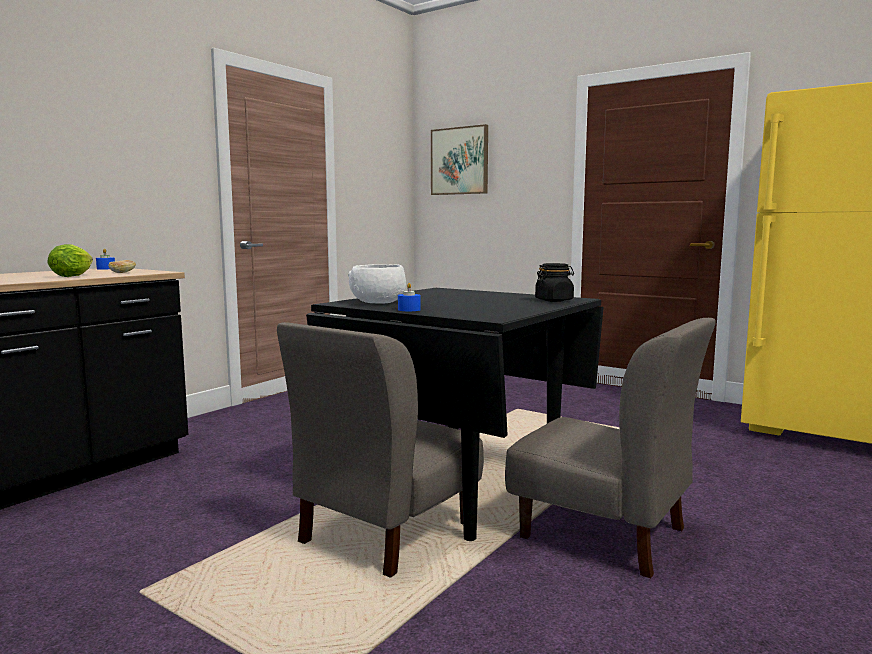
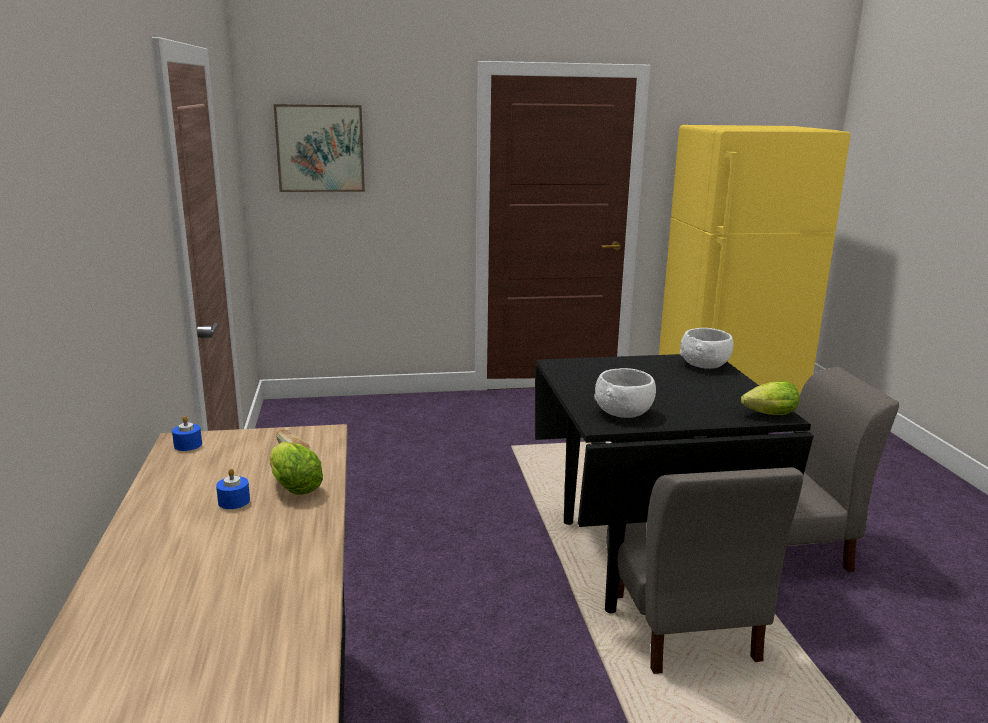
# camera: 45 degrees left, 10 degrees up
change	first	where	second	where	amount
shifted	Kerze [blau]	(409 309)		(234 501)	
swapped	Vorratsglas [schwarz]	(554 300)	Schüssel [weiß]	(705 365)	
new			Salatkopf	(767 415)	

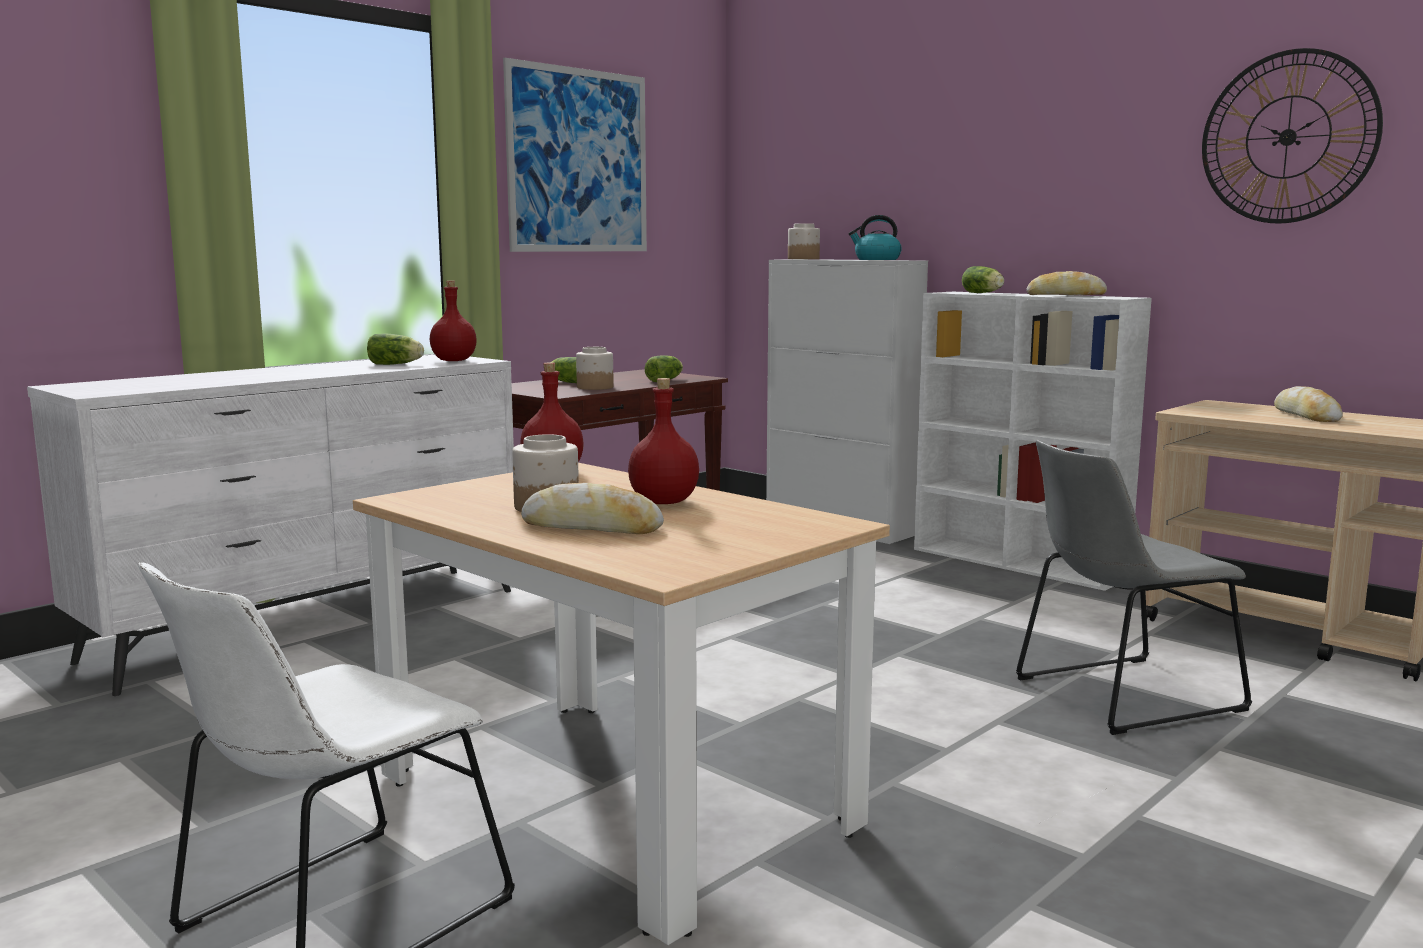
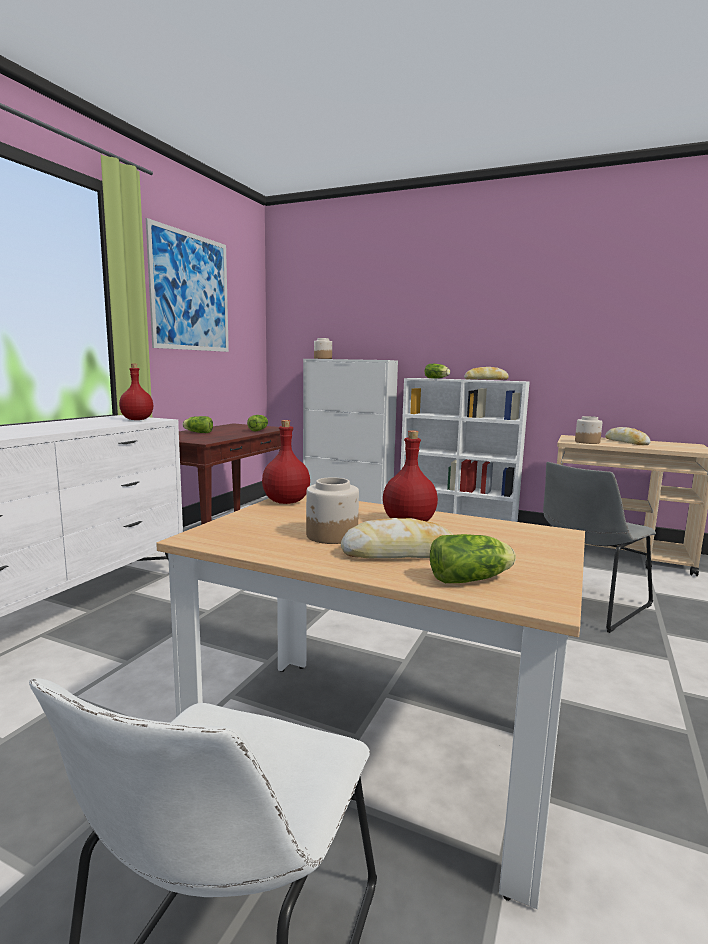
# camera: 20 degrees left, 0 degrees up
change	first	where	second	where	amount
shifted	Salatkopf	(396 364)		(472 579)	
shifted	Vorratsglas	(594 387)		(587 442)	
gone	Wasserkessel	(876 259)			
gone	Wanduhr	(1288 137)			

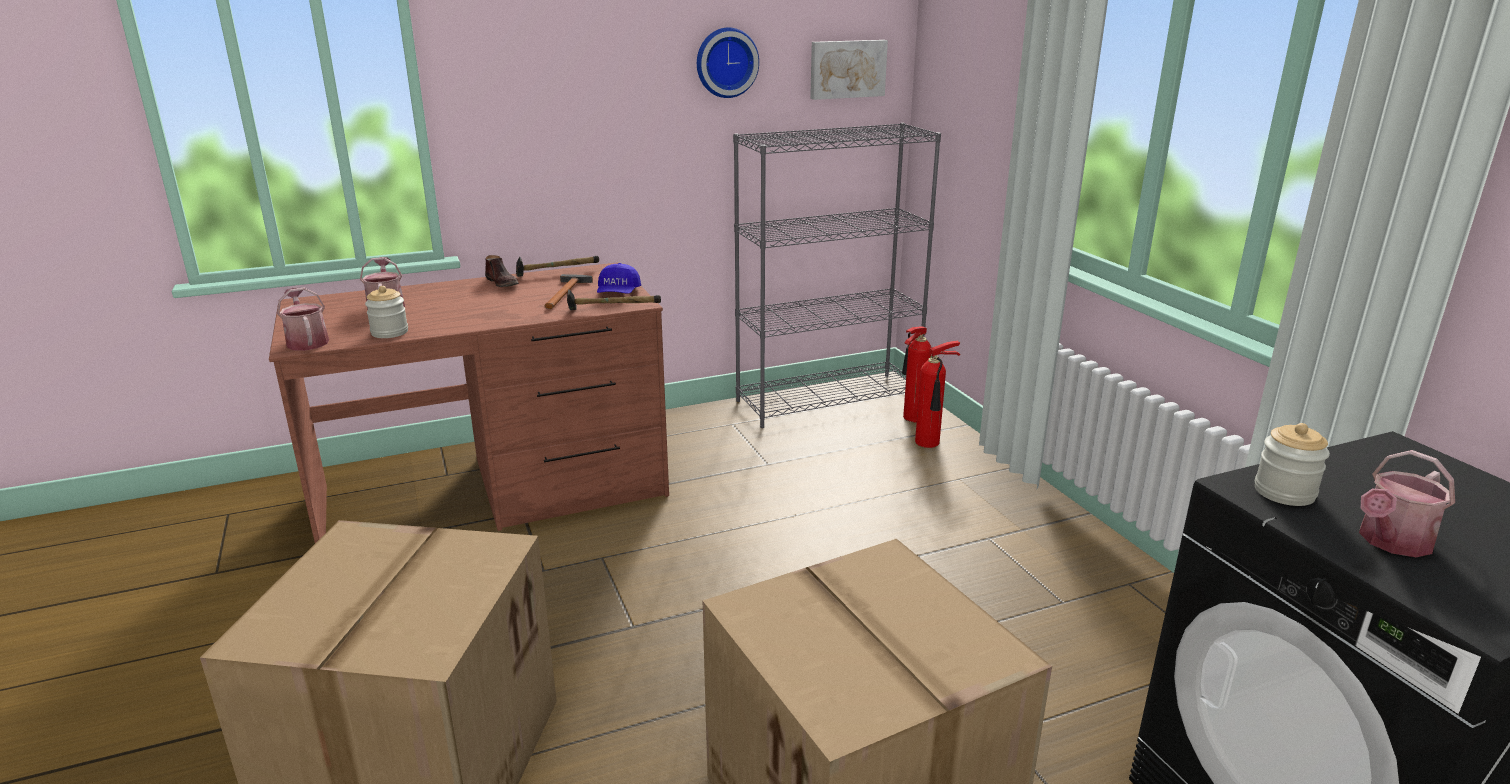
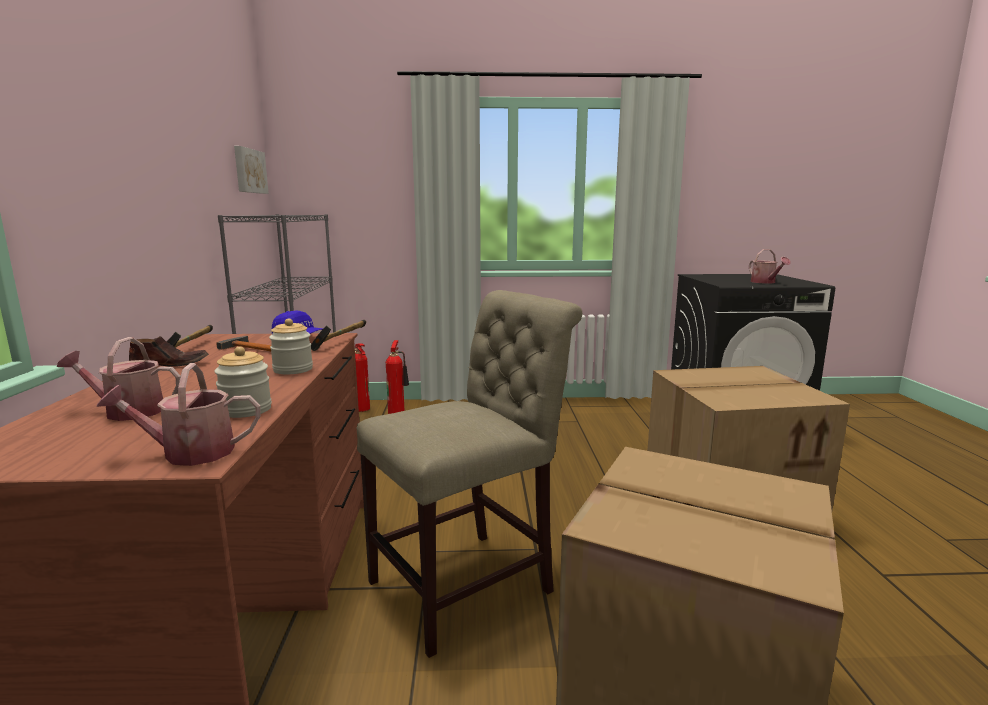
# camera: 70 degrees left, 10 degrees down
change	first	where	second	where	amount
gone	Wanduhr	(725 62)			
shifted	Vorratsglas	(1284 492)		(293 369)	
new			Stuhl [beige]	(470 583)	

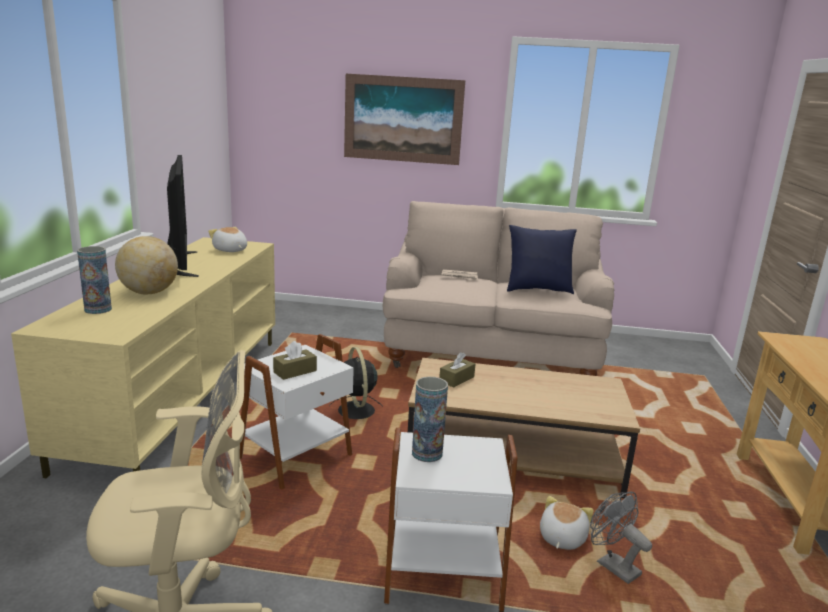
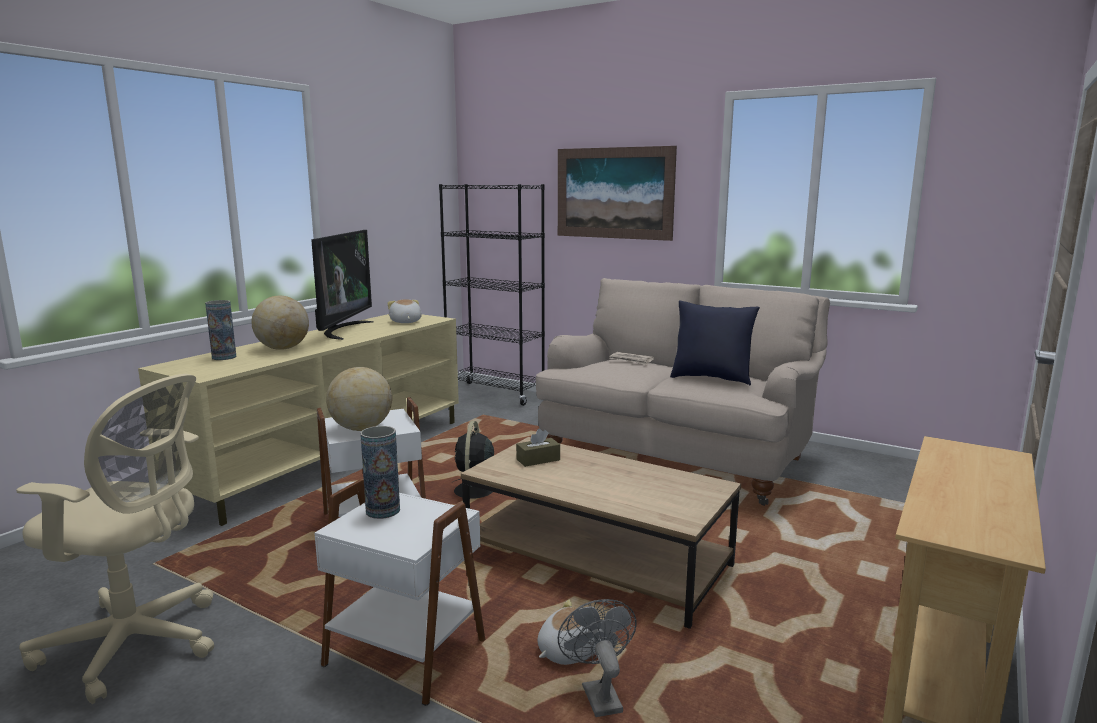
# camera: 25 degrees right, 5 degrees down
change	first	where	second	where	amount
swapped	Taschentuchbox [braun]	(295 371)	Globus	(361 428)	
new			Bücherregal [schwarz]	(495 394)	

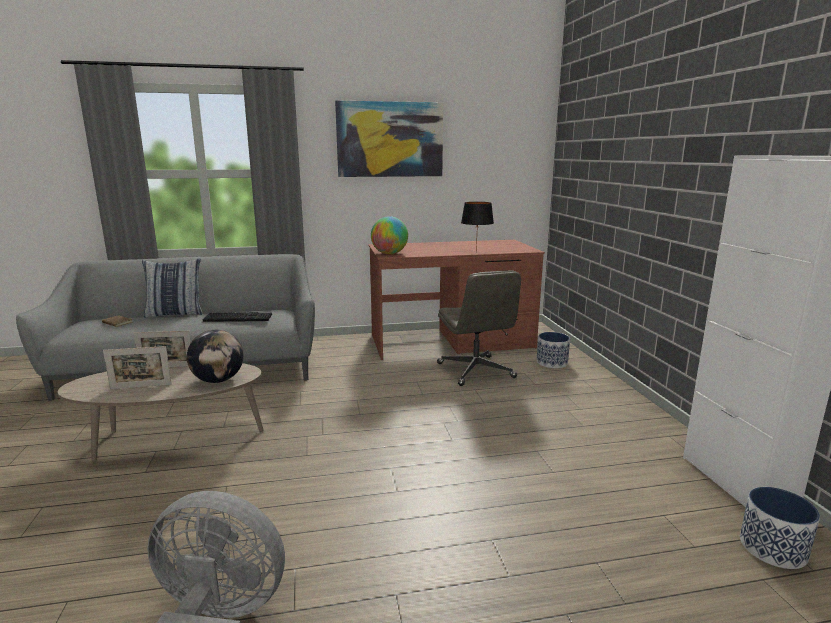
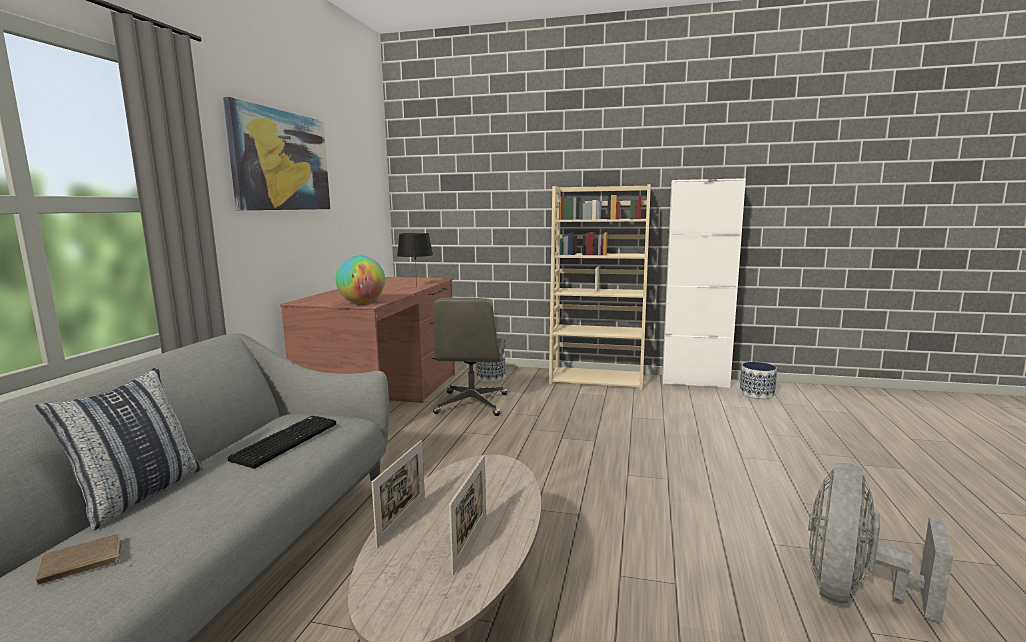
# camera: 65 degrees left, 5 degrees down
change	first	where	second	where	amount
gone	Globus	(218 380)			
rotated	Bürostuhl [grau]	(476 371)		(472 404)	90 degrees clockwise
new			Bücherregal [beige]	(598 379)	

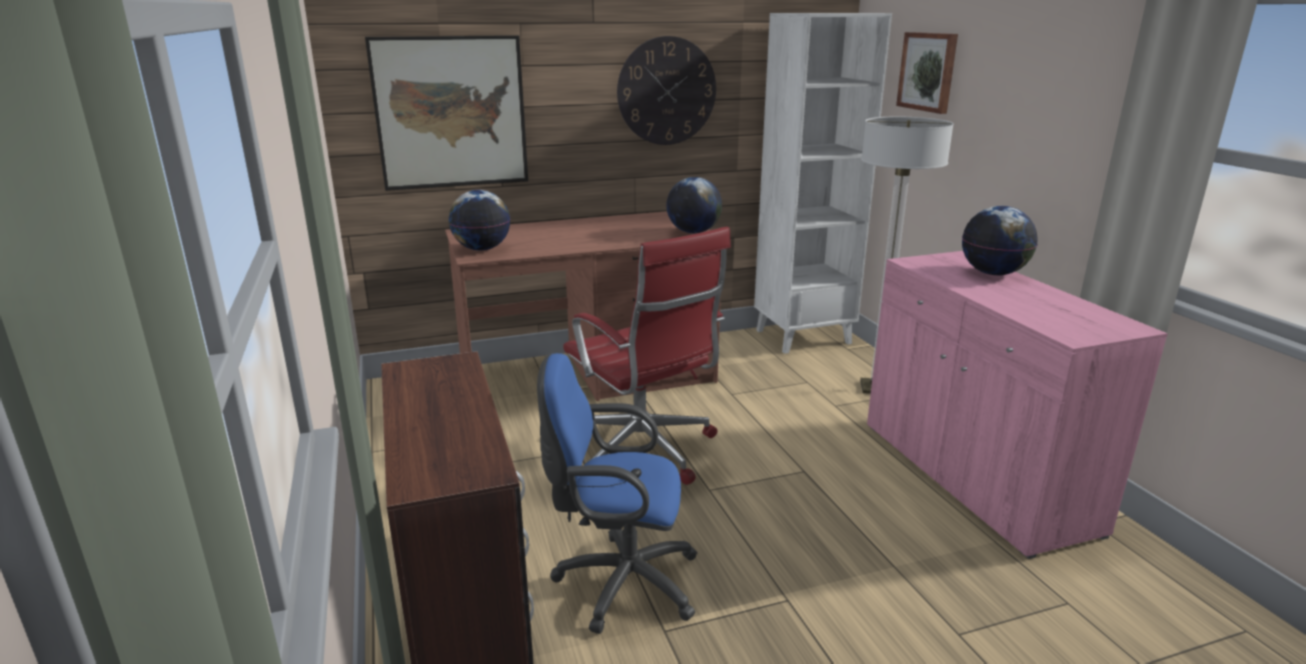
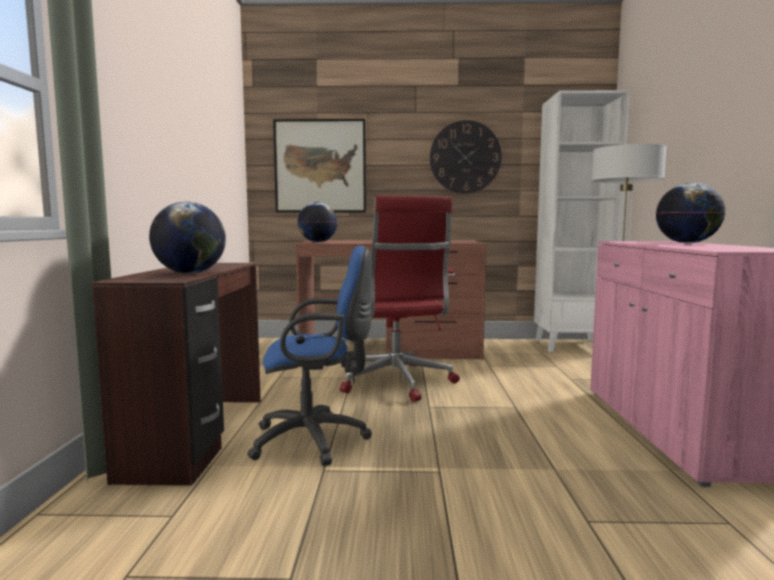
# camera: 20 degrees right, 15 degrees down
change	first	where	second	where	amount
rotated	Bürostuhl [blau]	(619 582)		(316 440)	150 degrees clockwise
shifted	Globus	(693 232)		(190 273)	
gone	Bild	(928 71)			

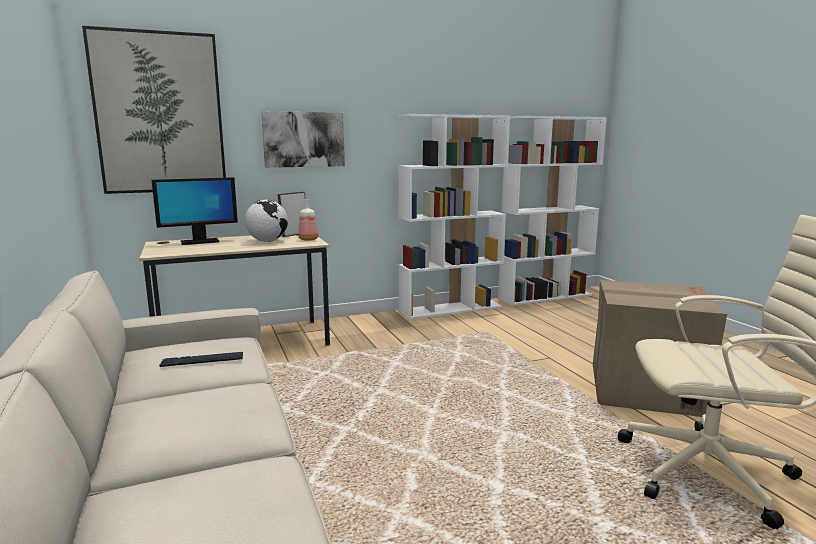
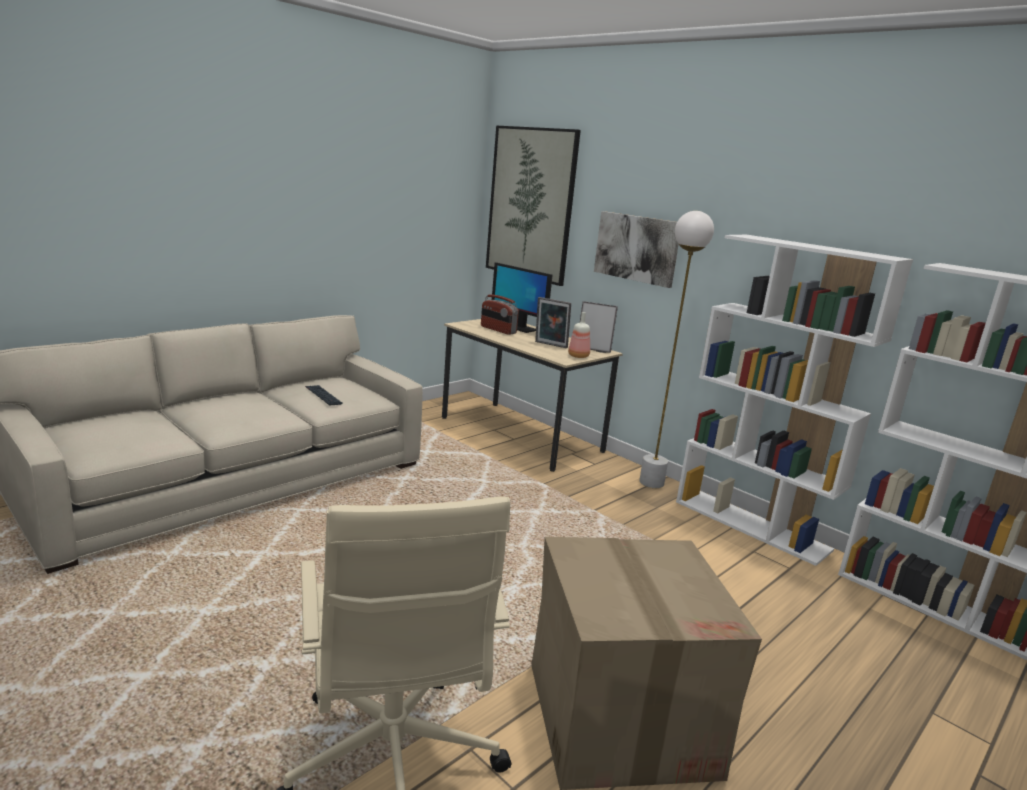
# camera: 65 degrees right, 5 degrees up
change	first	where	second	where	amount
swapped	Globus	(267 241)	Bilderrahmen	(550 345)	
new			Radio	(498 330)	
new			Stehlampe [weiß]	(651 483)	

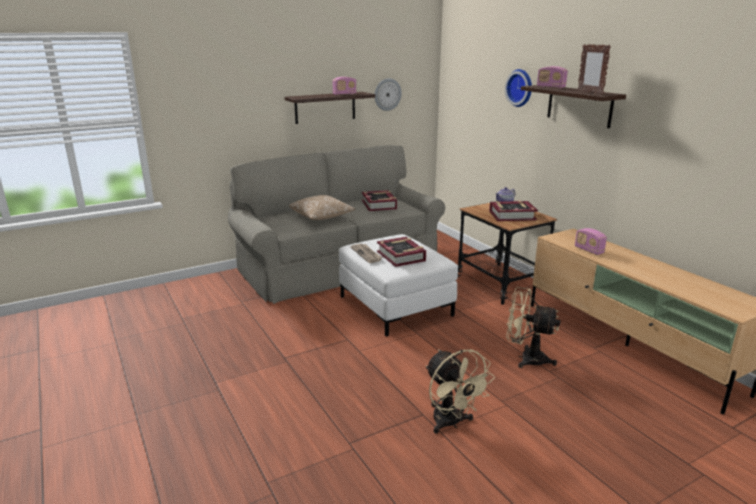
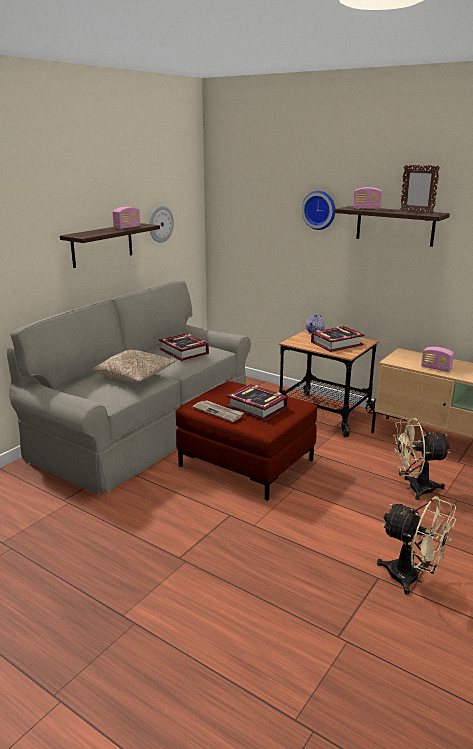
# camera: 25 degrees left, 0 degrees up
change	first	where	second	where	amount
repainted	Polsterhocker [weiß]	(396 306)	Polsterhocker [rot]	(247 463)	

